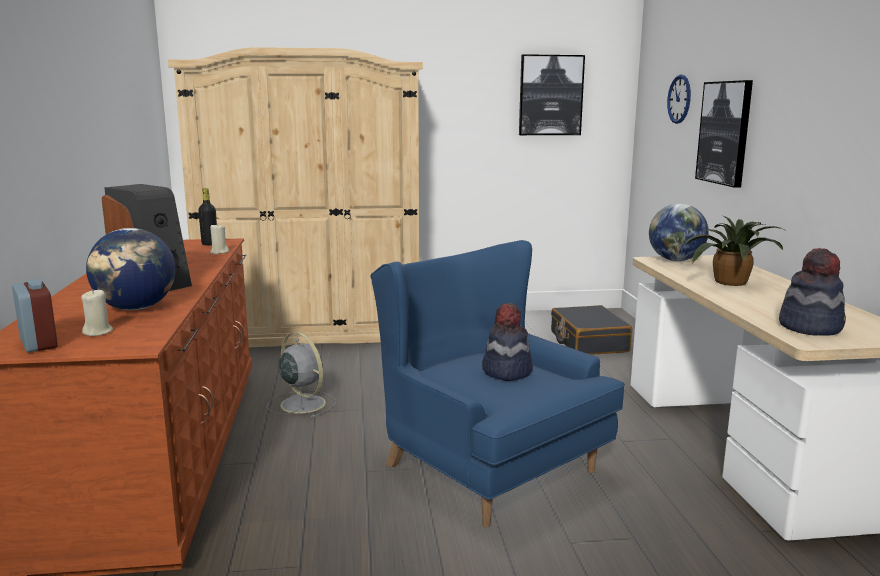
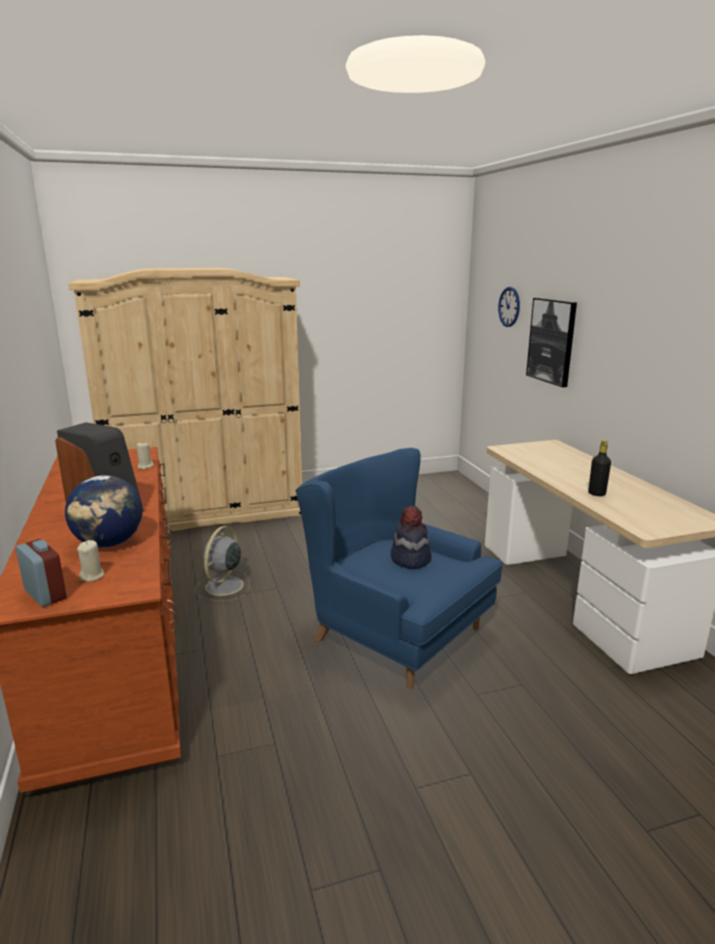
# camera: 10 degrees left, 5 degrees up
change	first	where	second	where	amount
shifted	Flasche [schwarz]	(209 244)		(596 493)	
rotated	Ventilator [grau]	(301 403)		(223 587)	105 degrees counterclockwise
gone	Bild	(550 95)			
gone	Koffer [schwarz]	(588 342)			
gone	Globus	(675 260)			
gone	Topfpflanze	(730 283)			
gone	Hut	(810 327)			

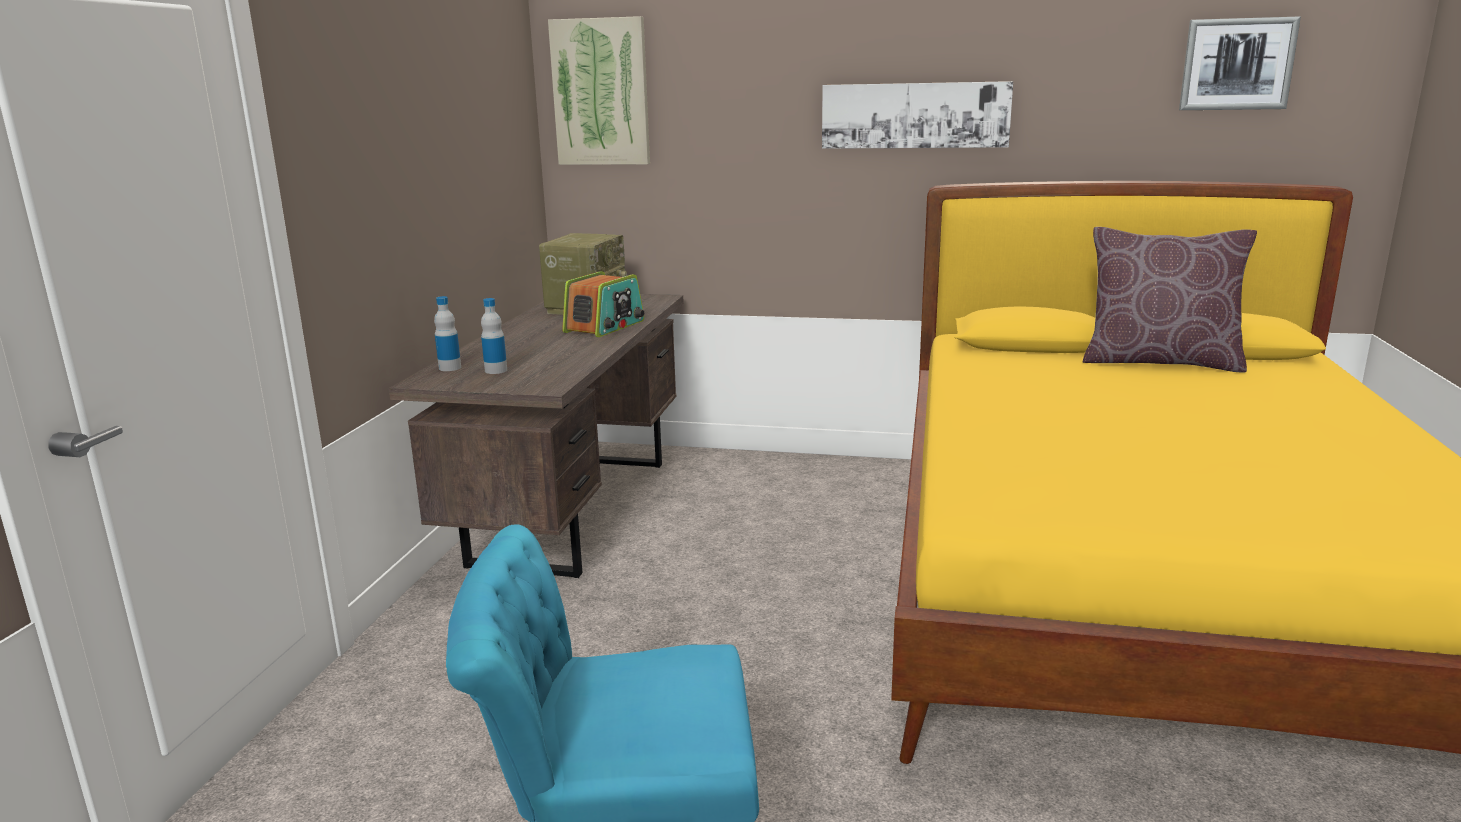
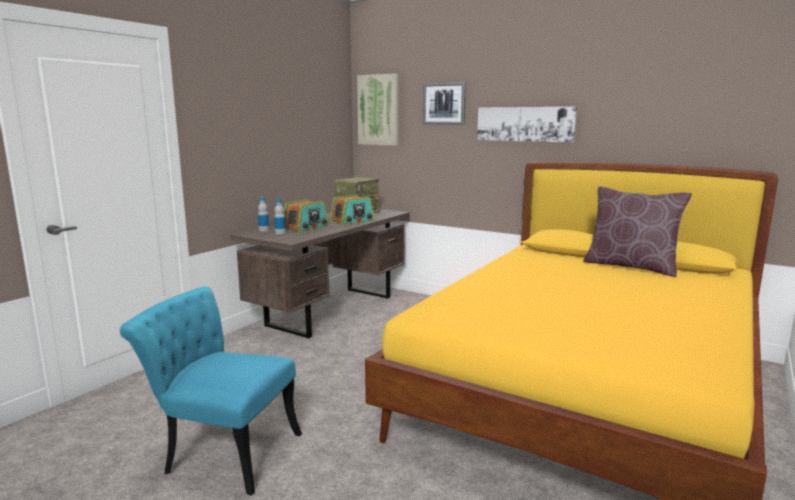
# camera: 20 degrees right, 5 degrees down
change	first	where	second	where	amount
shifted	Bild	(1237 64)		(444 104)	
new			Radio	(306 227)	

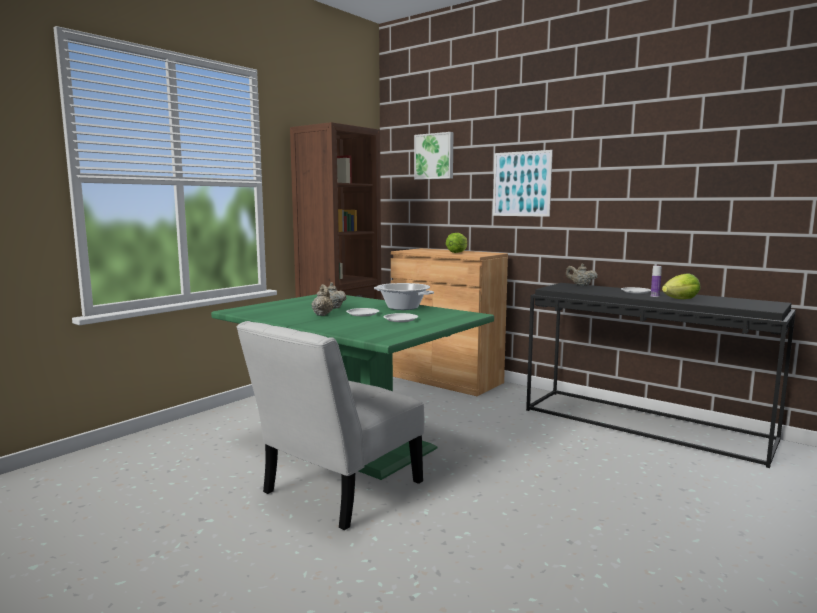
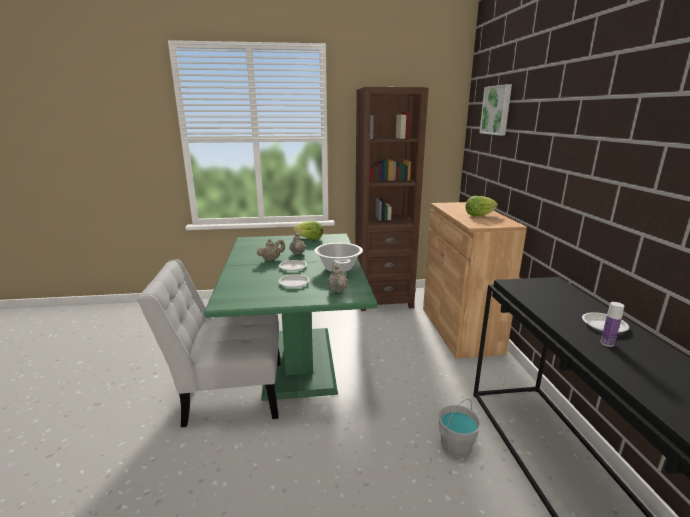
# camera: 45 degrees right, 10 degrees up
change	first	where	second	where	amount
gone	Bild	(521 184)			
shifted	Teekanne [beige]	(580 285)		(337 290)	
shifted	Salatkopf	(680 299)		(309 239)	
new			Eimer [grau]	(456 446)	

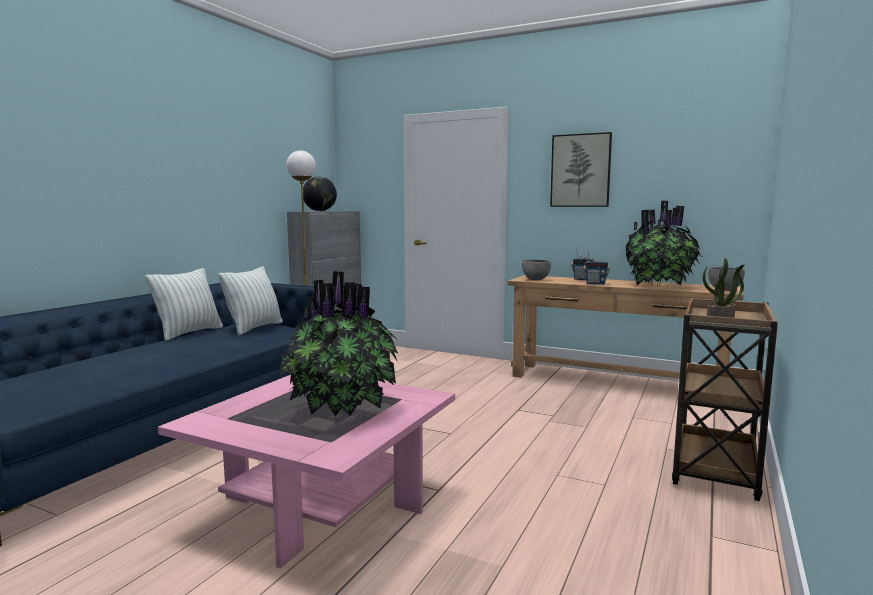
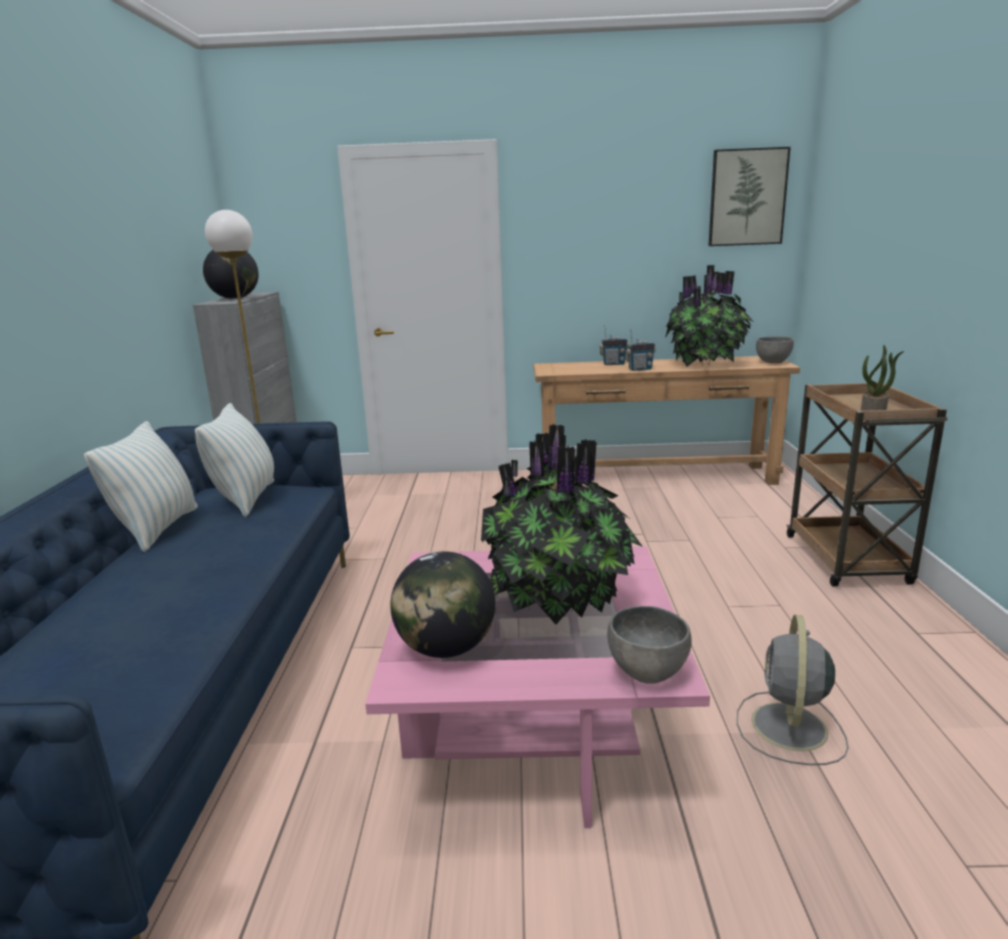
# camera: 25 degrees left, 10 degrees up
change	first	where	second	where	amount
shifted	Schüssel [grau]	(535 279)		(648 672)	
shifted	Bild	(580 170)		(747 197)	
new			Globus	(446 648)	
new			Ventilator [grau]	(789 728)	

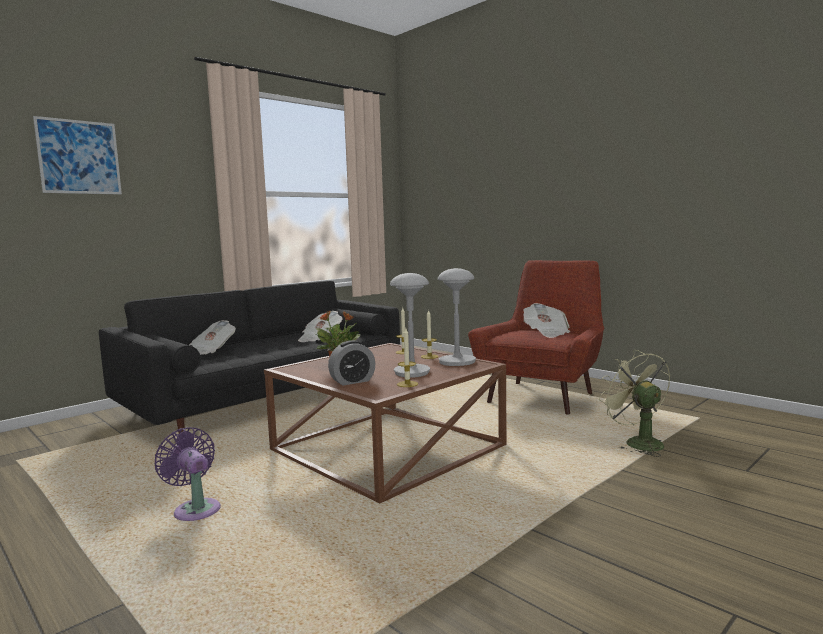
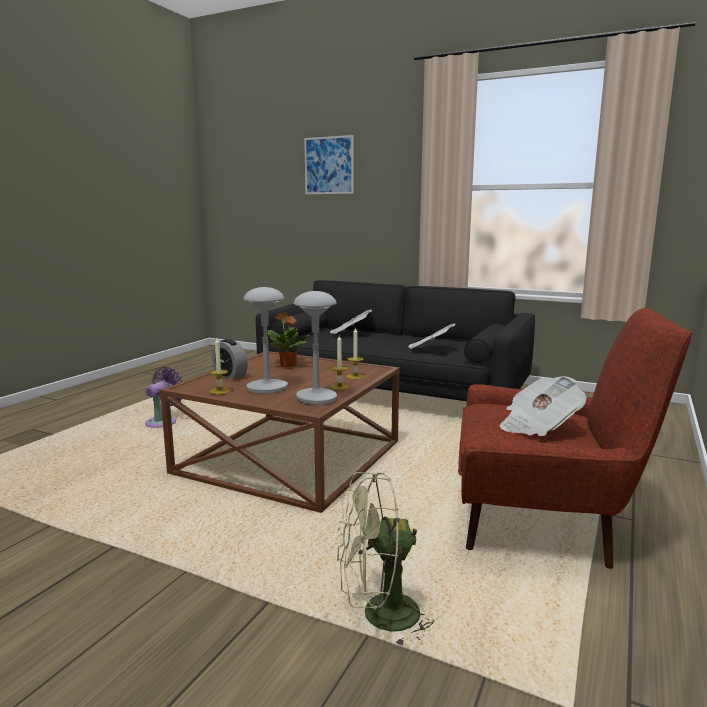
# camera: 70 degrees right, 5 degrees up
change	first	where	second	where	amount
rotated	Ventilator [grün]	(637 443)		(379 617)	150 degrees counterclockwise

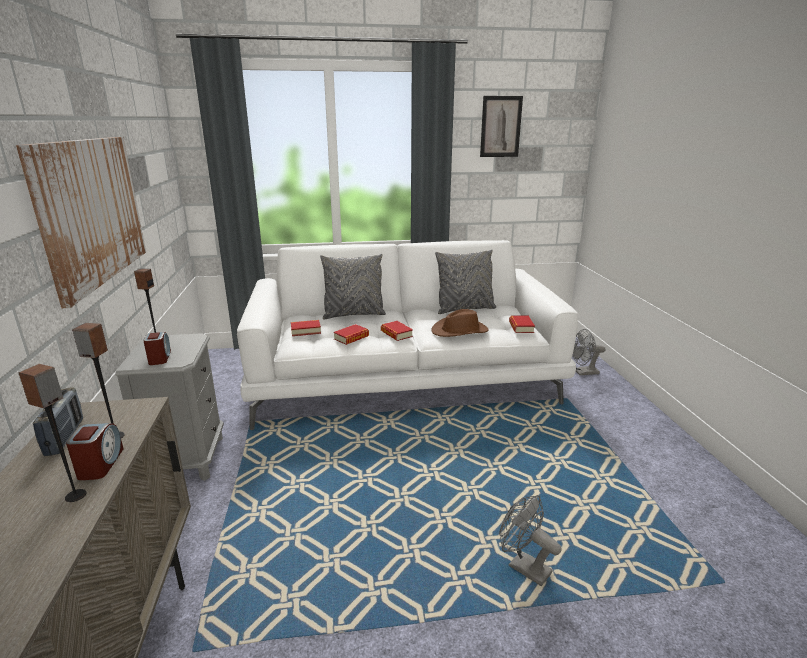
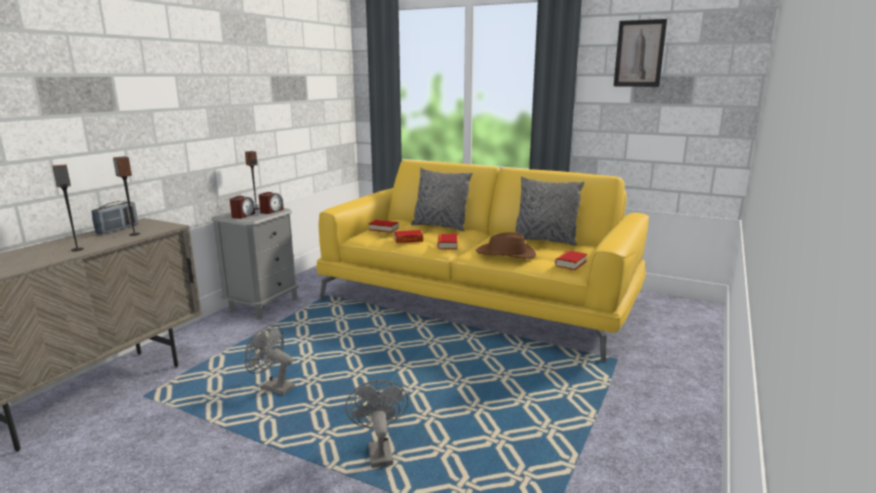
# camera: 35 degrees right, 5 degrees down
change	first	where	second	where	amount
gone	Bild	(92 211)			
shifted	Wecker	(100 464)		(271 211)	
repainted	Sofa [weiß]	(405 377)	Sofa [gelb]	(480 299)	
shifted	Ventilator [grau]	(583 372)		(273 387)	

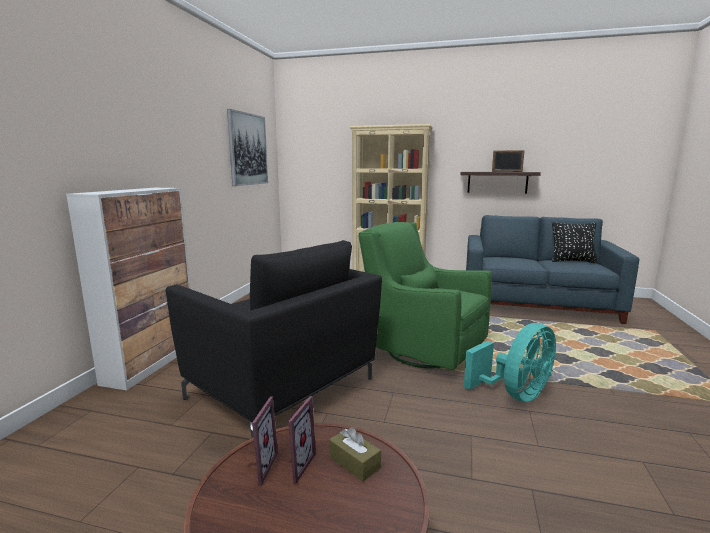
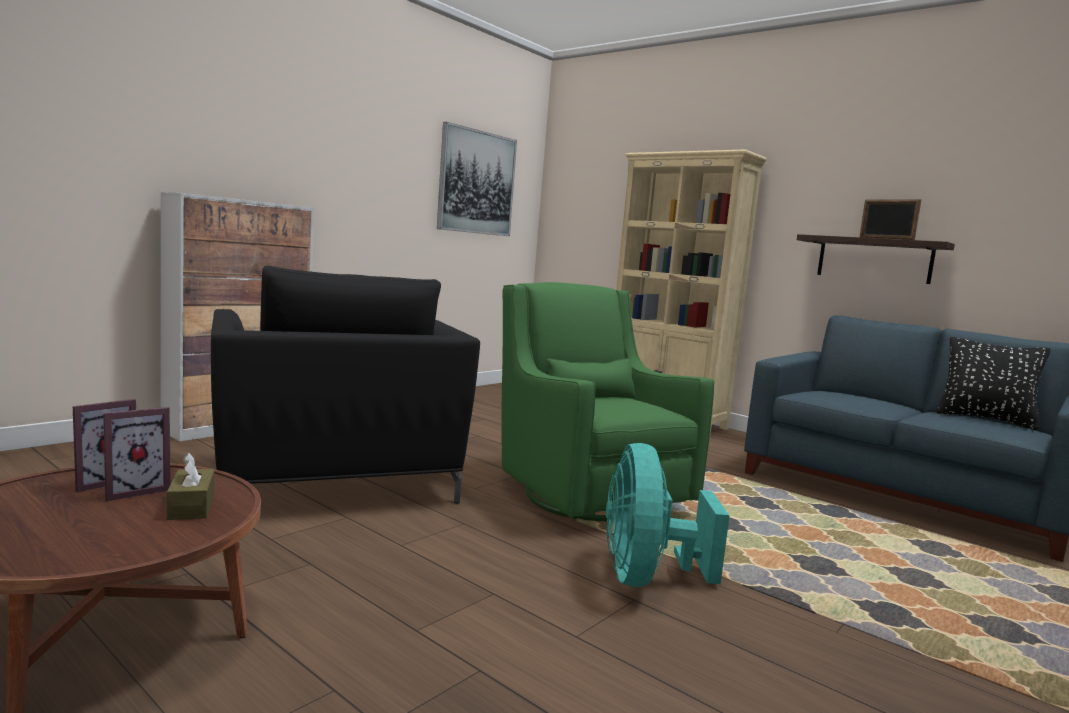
# camera: 25 degrees right, 5 degrees down
change	first	where	second	where	amount
rotated	Ventilator [türkis]	(515 394)		(646 578)	105 degrees clockwise

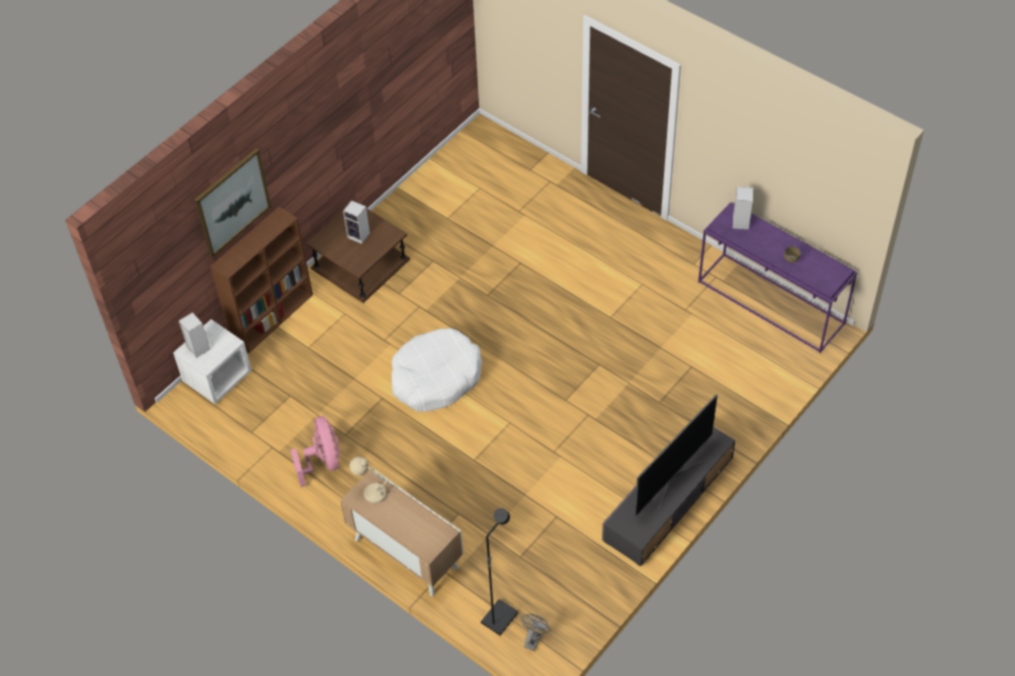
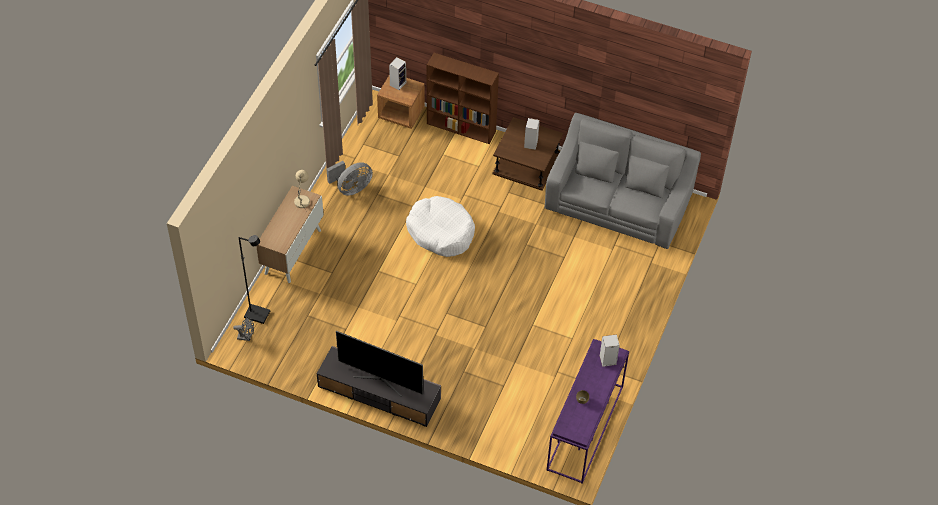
# camera: 70 degrees right, 0 degrees up
change	first	where	second	where	amount
repainted	Nachttisch [weiß]	(217 377)	Nachttisch [braun]	(401 113)	
gone	Bild	(232 202)			
repainted	Ventilator [rosa]	(323 462)	Ventilator [grau]	(351 188)	
new			Sofa [grau]	(618 204)	

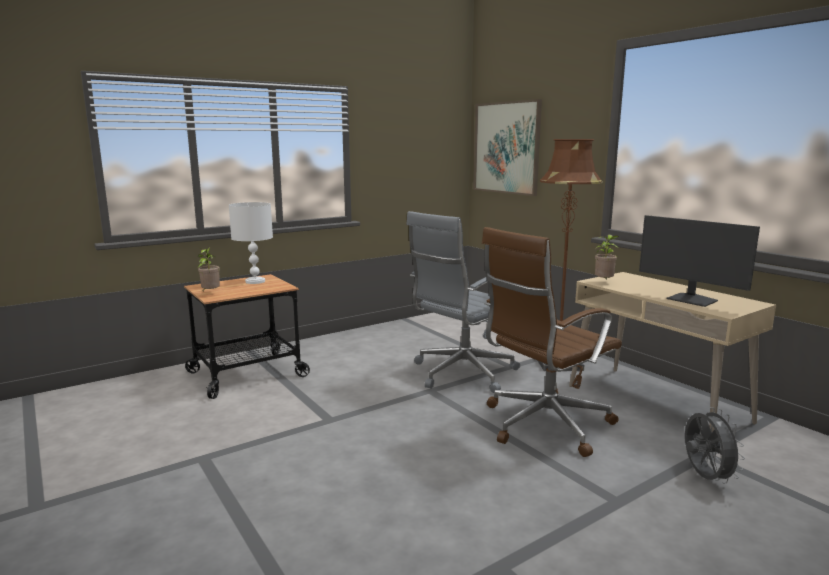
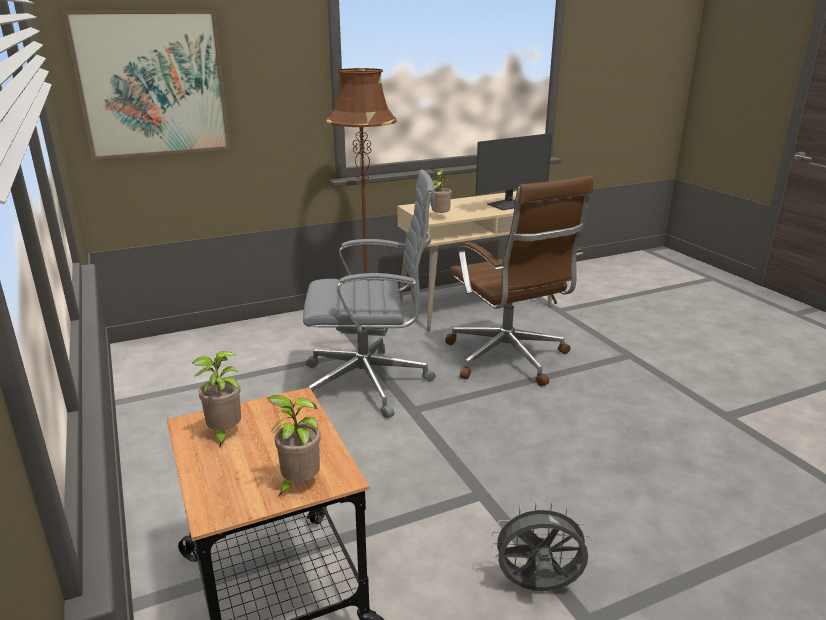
# camera: 80 degrees left, 10 degrees up
change	first	where	second	where	amount
swapped	Tischlampe [weiß]	(255 281)	Topfpflanze	(224 434)	
rotated	Bürostuhl [grau]	(461 373)		(370 383)	60 degrees counterclockwise
shifted	Ventilator [grau]	(704 477)		(537 588)	

